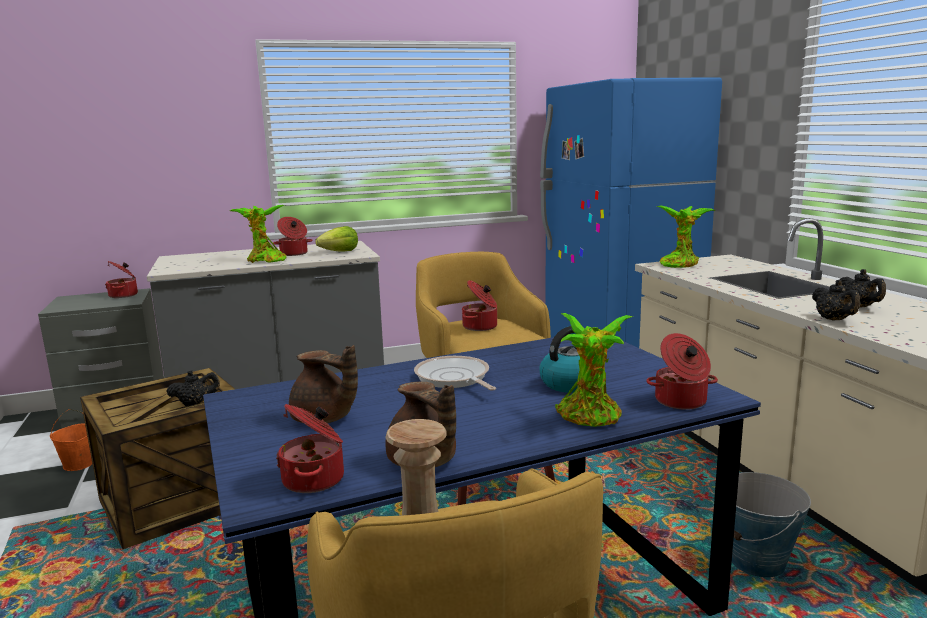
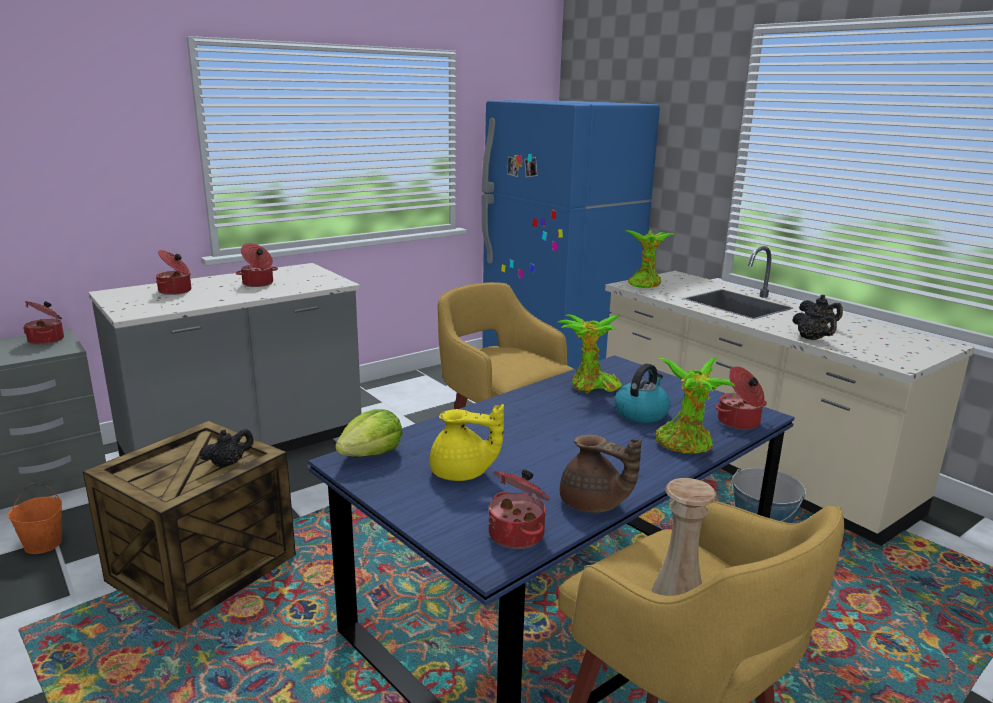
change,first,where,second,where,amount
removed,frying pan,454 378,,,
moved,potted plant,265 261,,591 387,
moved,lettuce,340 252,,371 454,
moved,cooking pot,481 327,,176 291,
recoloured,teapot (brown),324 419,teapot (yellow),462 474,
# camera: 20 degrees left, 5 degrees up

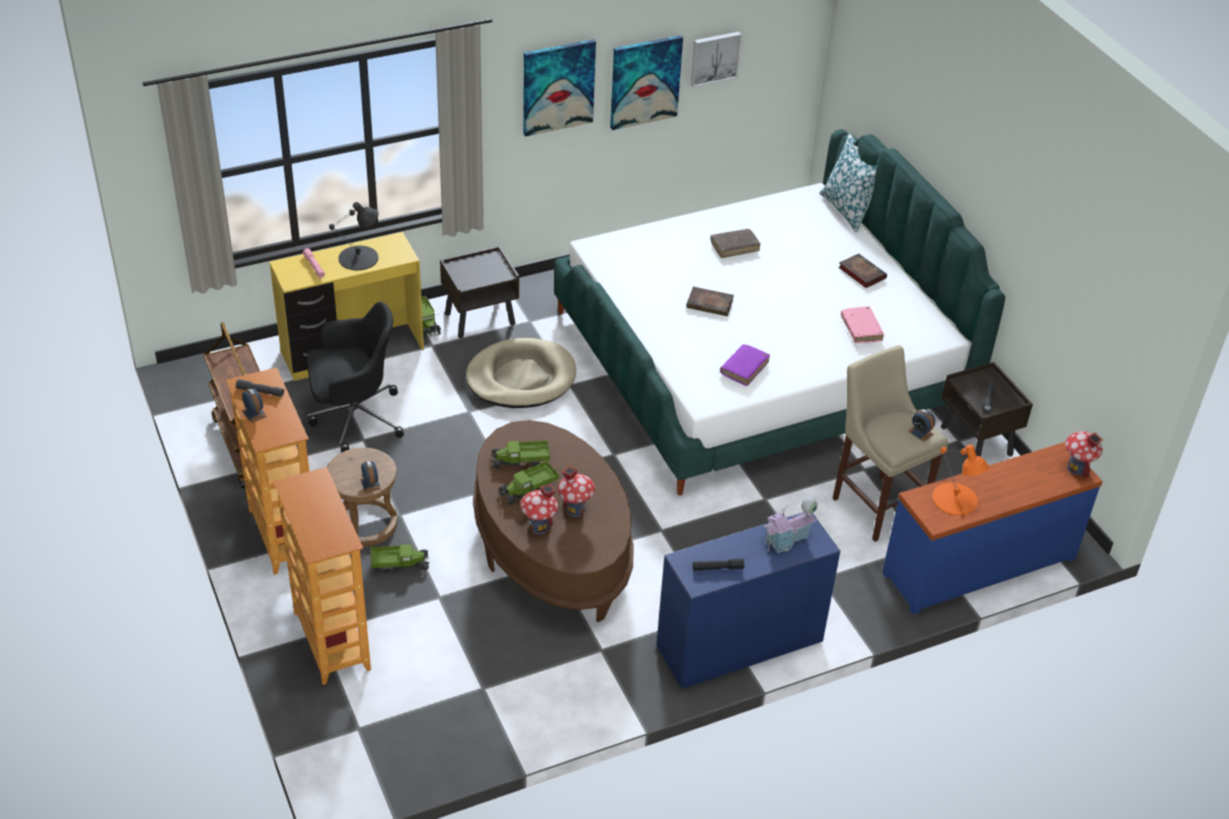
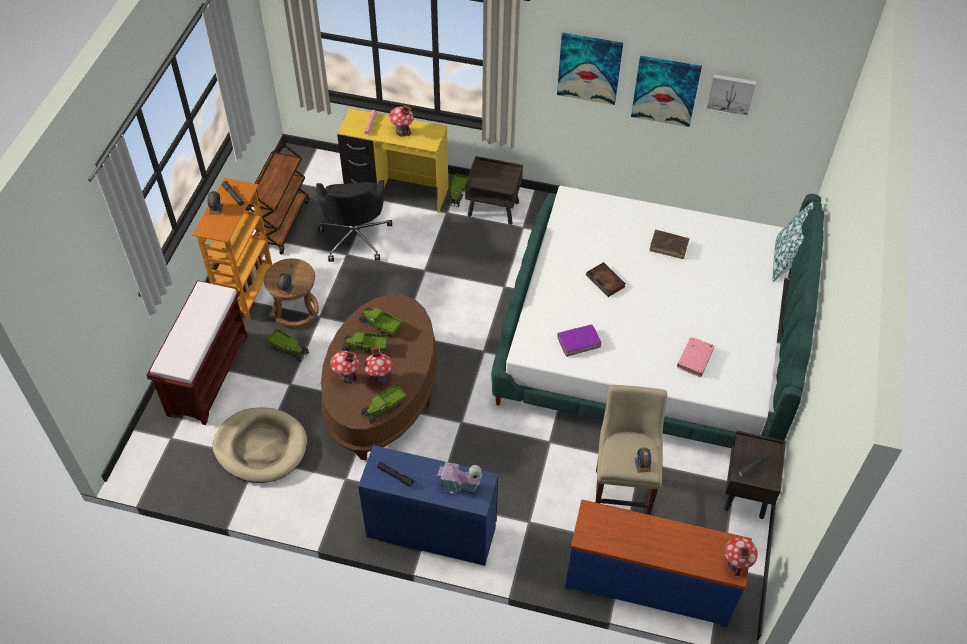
change,first,where,second,where,amount
removed,book,860 272,,,
removed,table lamp (orange),955 499,,,
added,,,toy truck,384 408,
moved,dog bed (beige),521 378,,261 447,
replaced,bookcase,330 641,bench (brown),208 374,
replaced,table lamp (black),359 258,toy house,402 132,
turned,office chair (black),354 418,,355 237,60 degrees clockwise
# camera: 40 degrees right, 10 degrees up

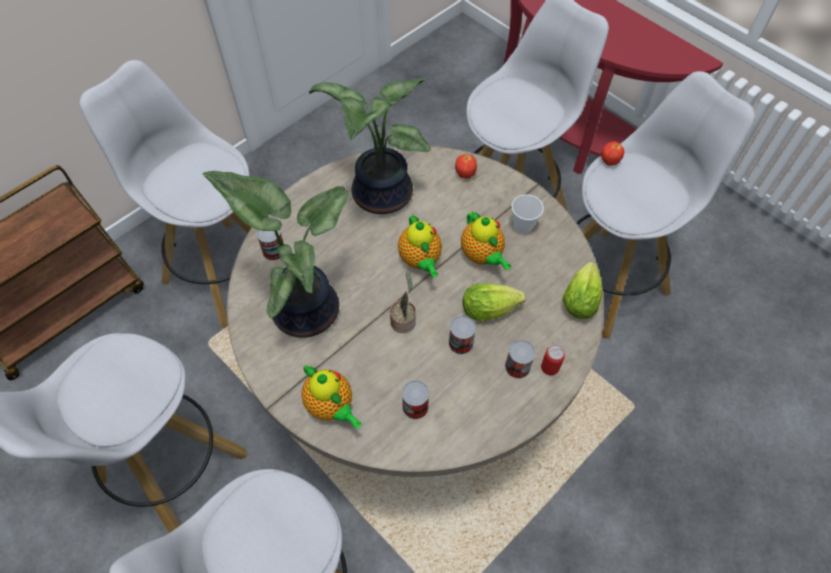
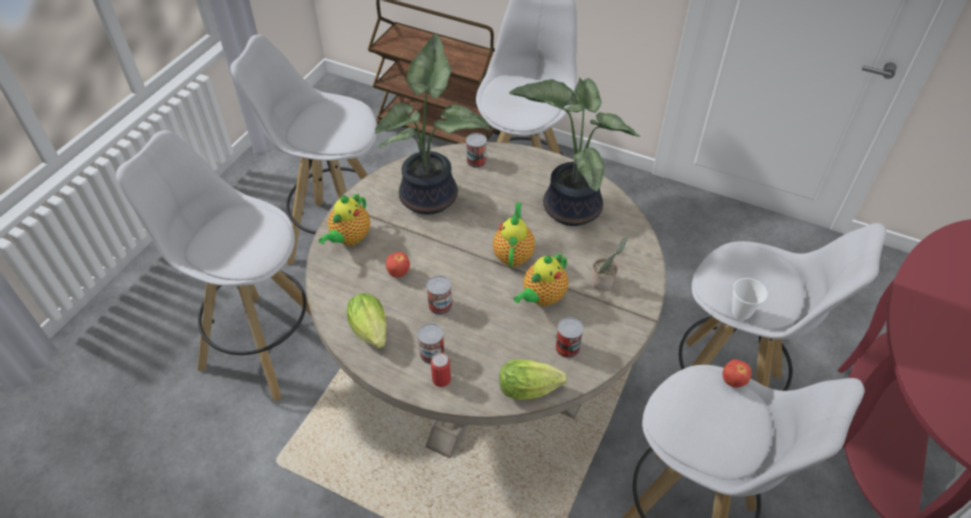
change,first,where,second,where,amount
moved,potted plant,403 320,,604 281,
moved,can,415 406,,567 347,
moved,apple,464 174,,399 273,
moved,lettuce,492 309,,372 333,
moved,cup,523 226,,741 312,
turned,teapot,420 260,,513 254,135 degrees clockwise
# camera: 70 degrees right, 10 degrees down

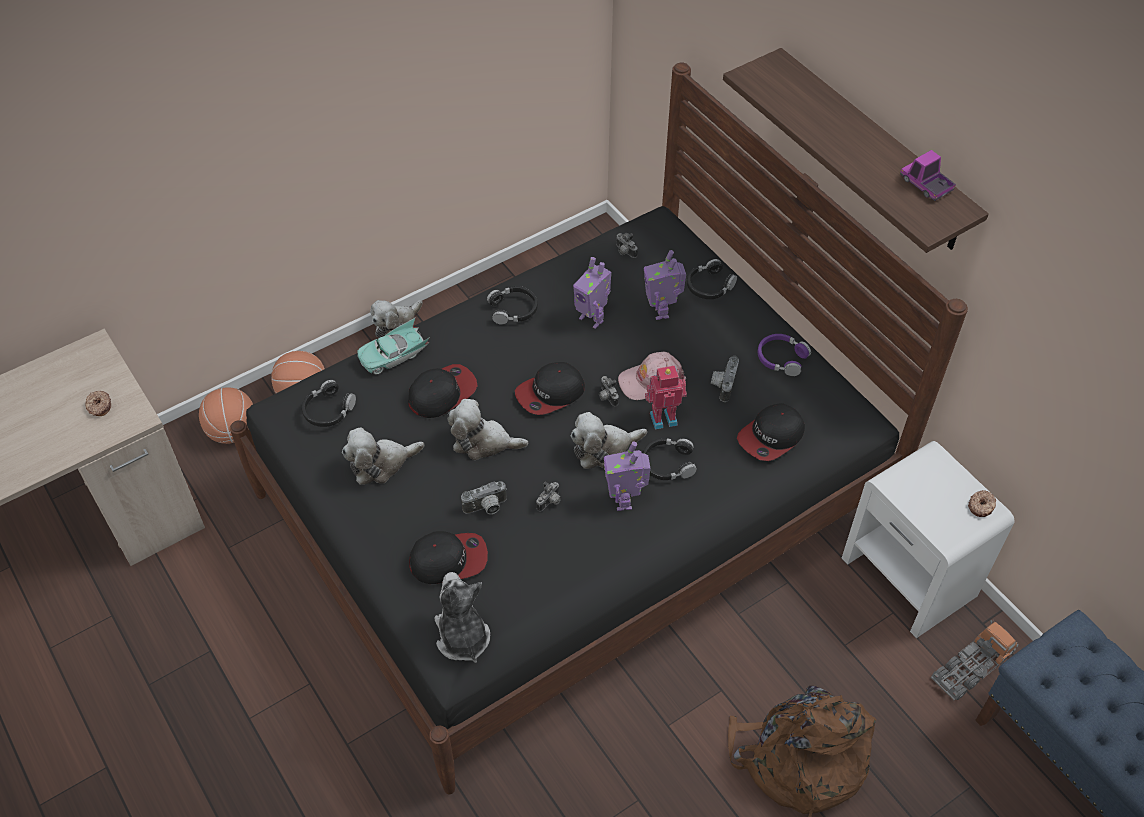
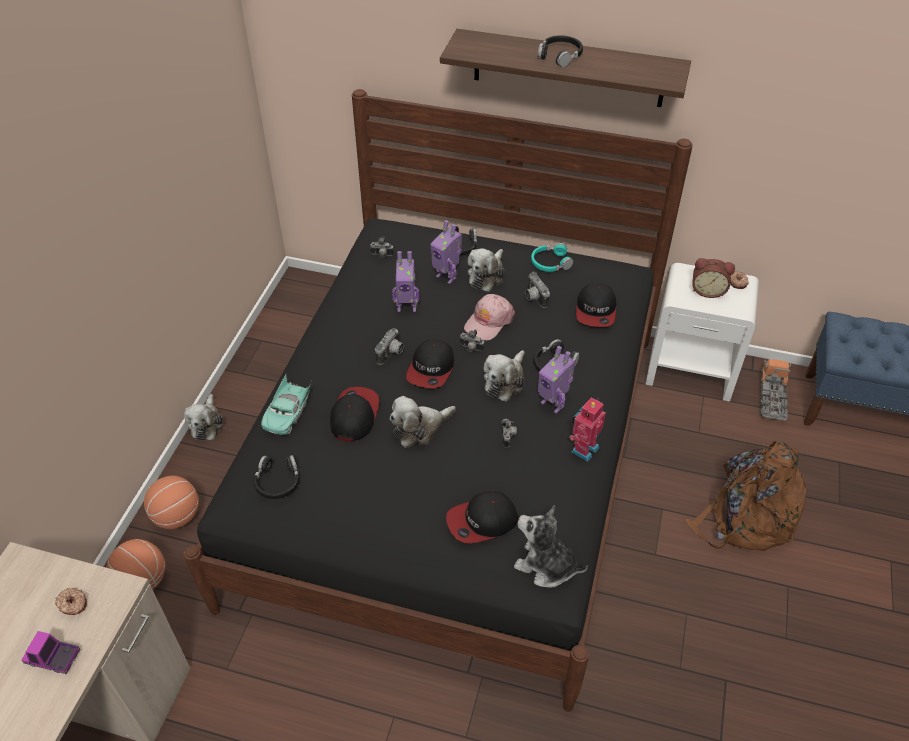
change,first,where,second,where,amount
added,,,alarm clock,708 290,
moved,plush toy,381 464,,486 275,
moved,photo camera,486 508,,392 354,
moved,headphones (black),513 309,,560 56,
moved,toy robot,663 417,,583 449,
moved,toy truck,926 185,,53 658,
recoloured,headphones (purple),781 358,headphones (turquoise),550 263,
turned,cap,449 559,,482 521,150 degrees counterclockwise
# camera: 40 degrees left, 5 degrees down

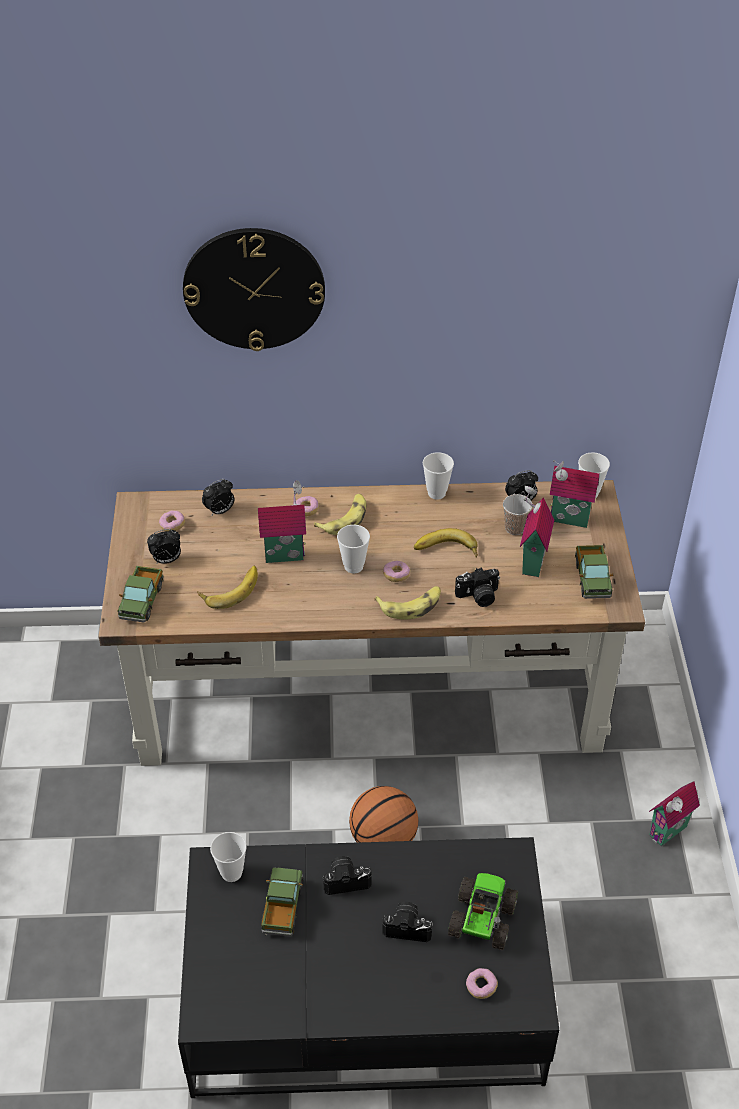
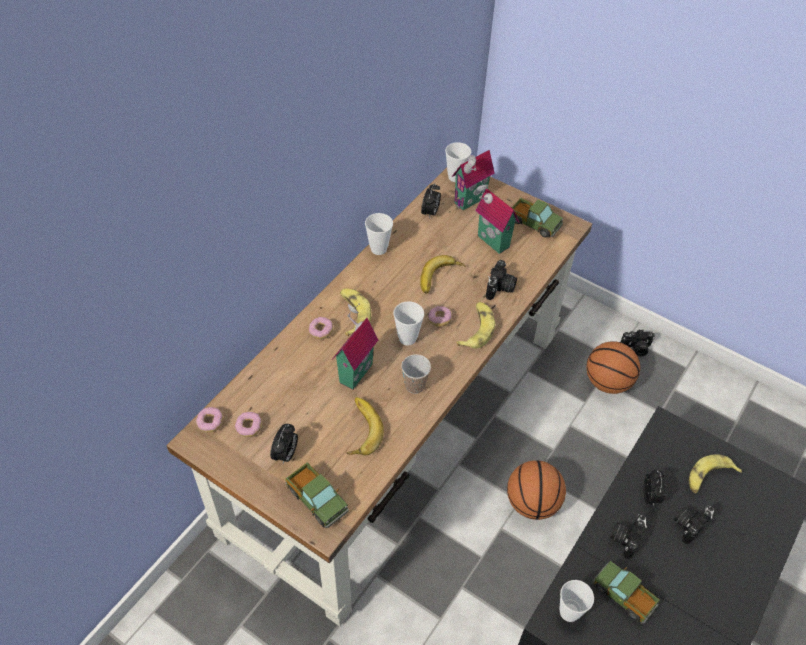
change,first,where,second,where,amount
removed,wall clock,254 288,,,
added,,,basketball,607 382,
moved,alarm clock,220 511,,650 497,
moved,donut,481 987,,210 423,
moved,cup,515 528,,415 385,
replaced,toy truck,481 920,banana,708 477,
replaced,toy house,669 833,photo camera,636 348,
# camera: 55 degrees left, 5 degrees up

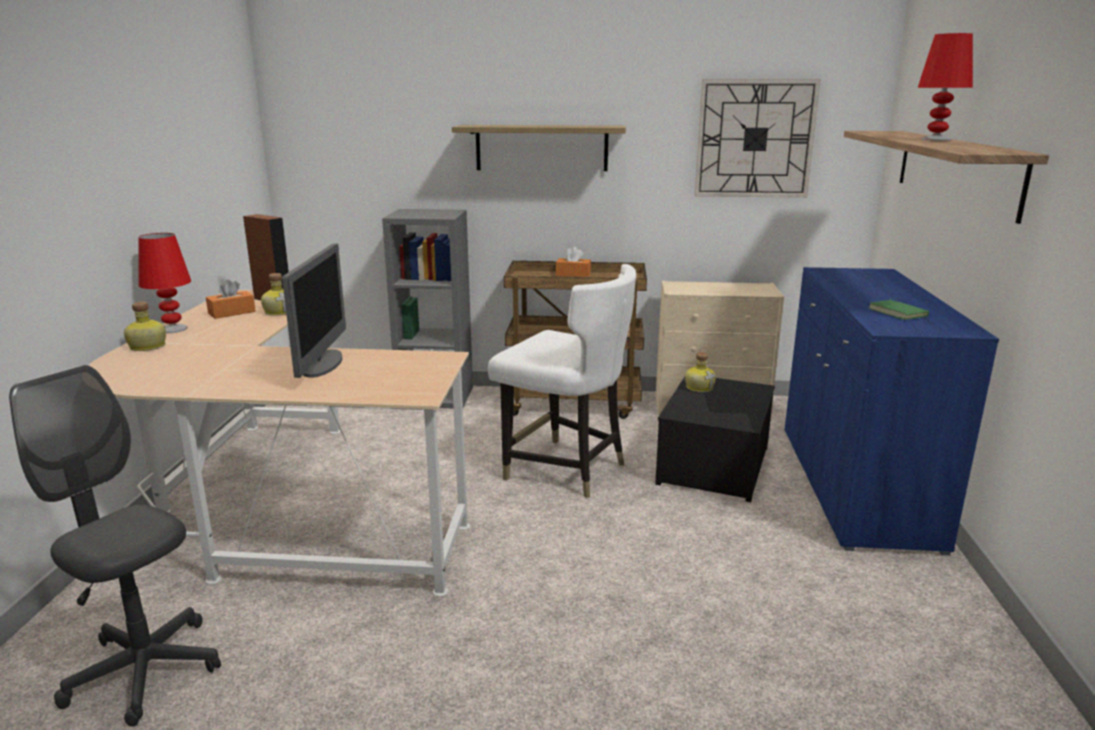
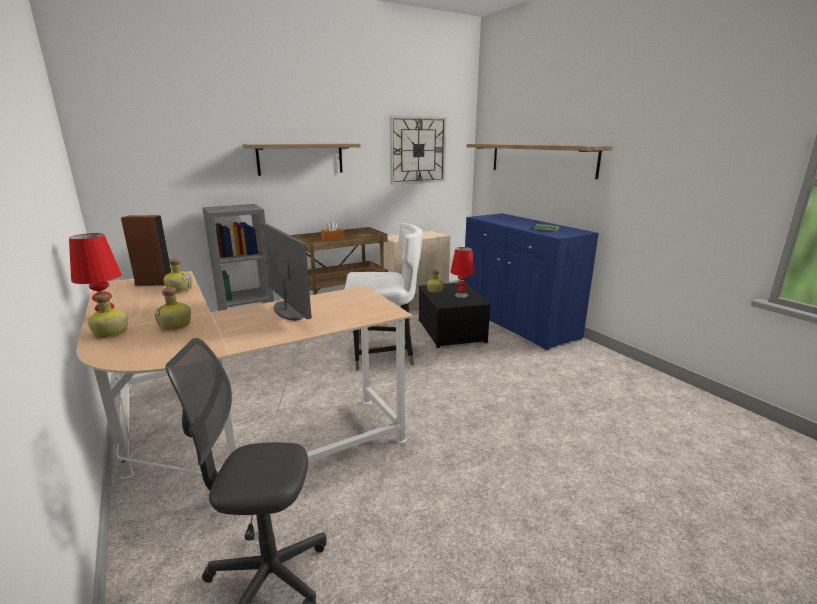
change,first,where,second,where,amount
removed,tissue box (orange),232 313,,,
added,,,bottle,176 325,
moved,table lamp (red),935 139,,461 295,
# camera: 35 degrees left, 0 degrees up

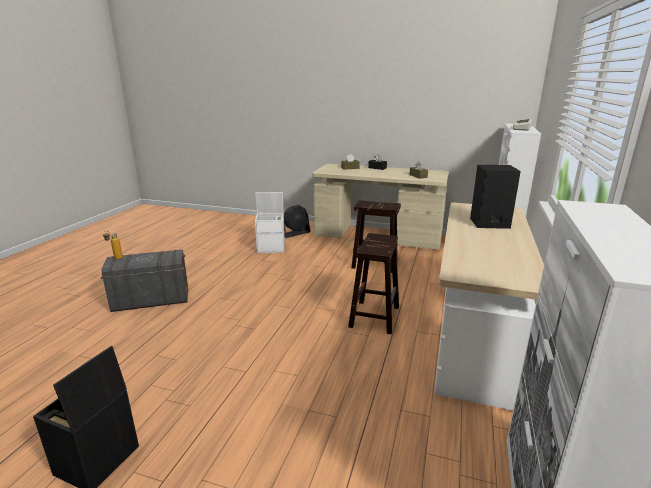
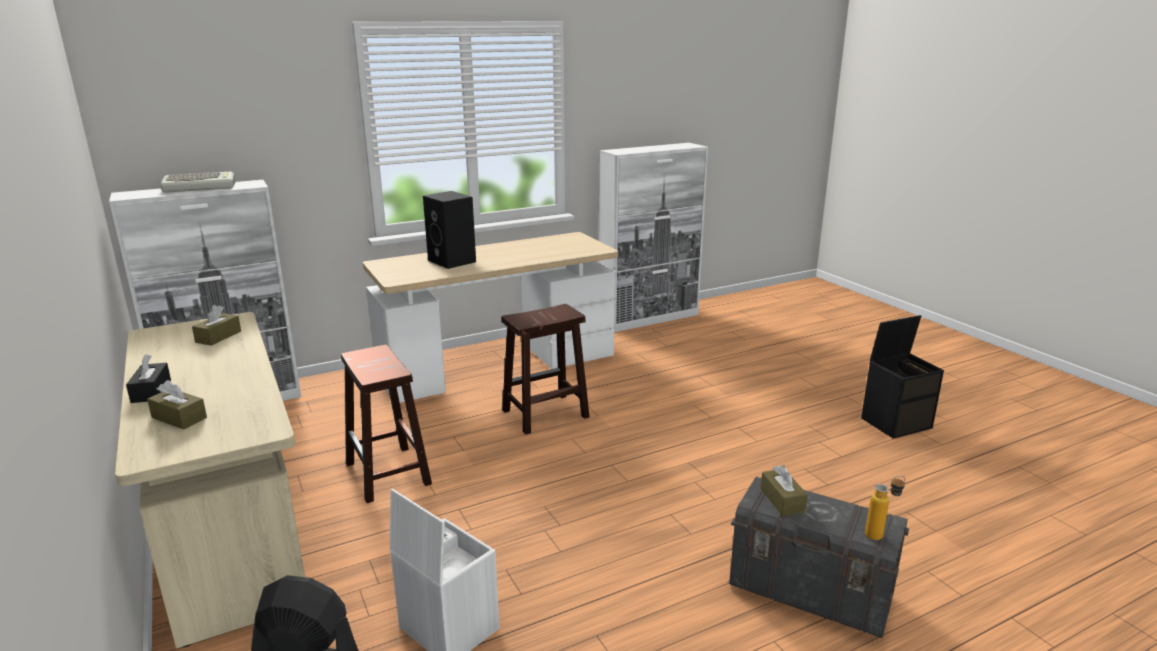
change,first,where,second,where,amount
added,,,tissue box (brown),782 500,
# camera: 135 degrees left, 0 degrees up

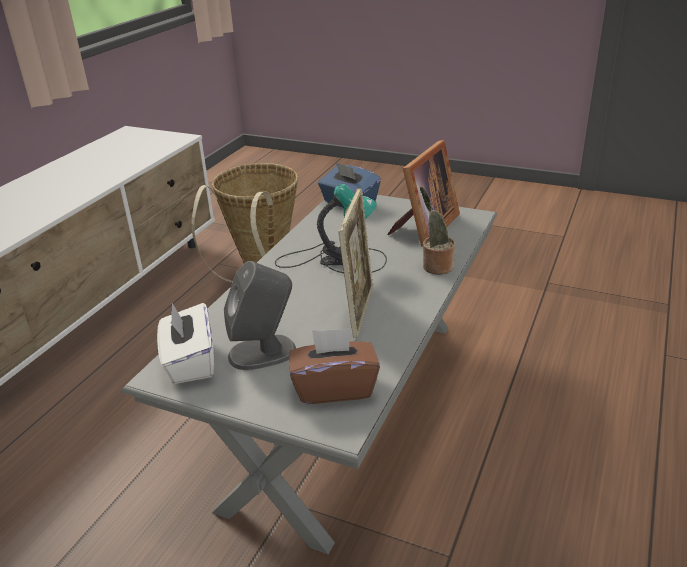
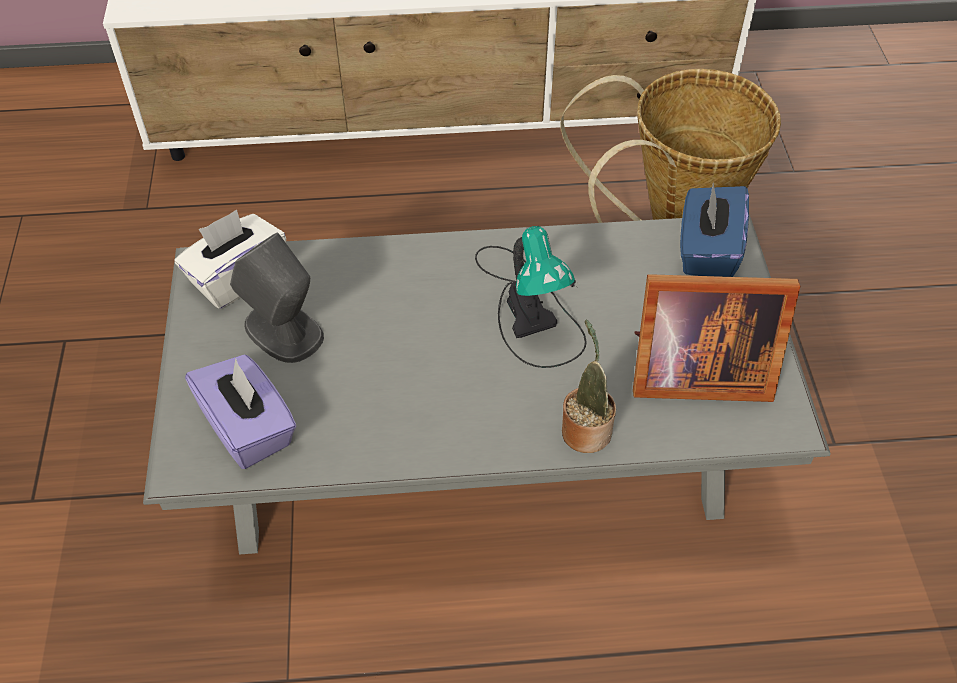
change,first,where,second,where,amount
removed,picture frame,359 310,,,
recoloured,tissue box (brown),334 388,tissue box (purple),249 428,
# camera: 60 degrees right, 20 degrees up

